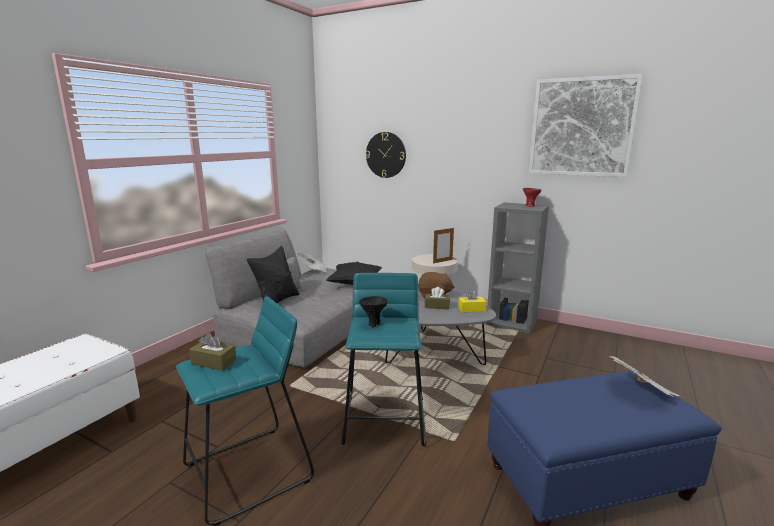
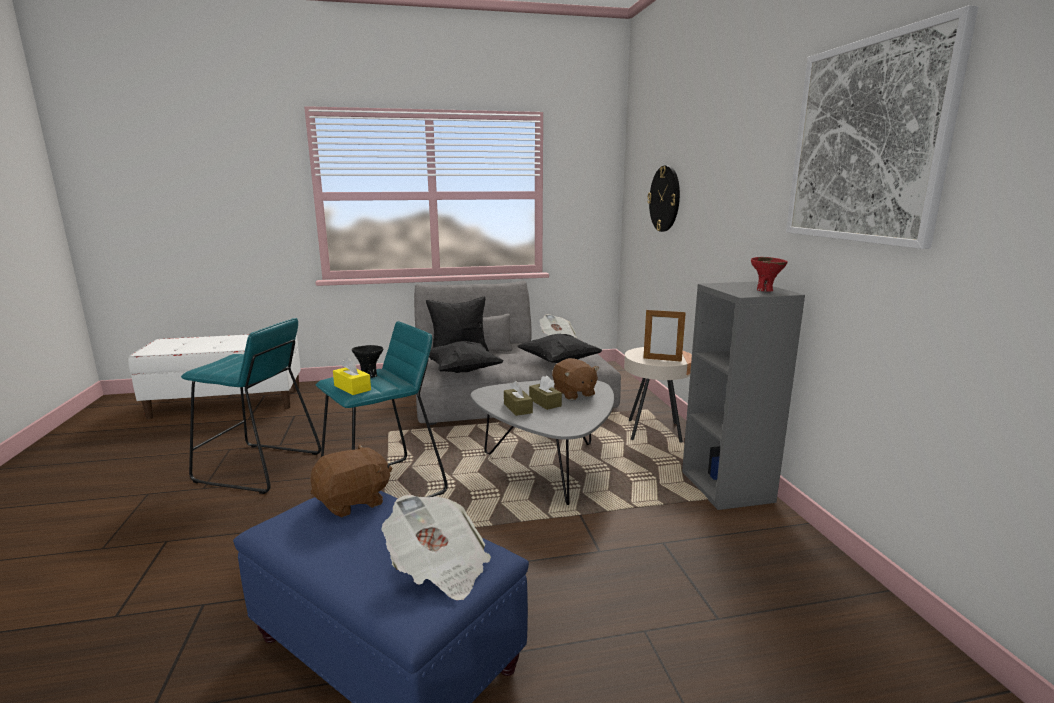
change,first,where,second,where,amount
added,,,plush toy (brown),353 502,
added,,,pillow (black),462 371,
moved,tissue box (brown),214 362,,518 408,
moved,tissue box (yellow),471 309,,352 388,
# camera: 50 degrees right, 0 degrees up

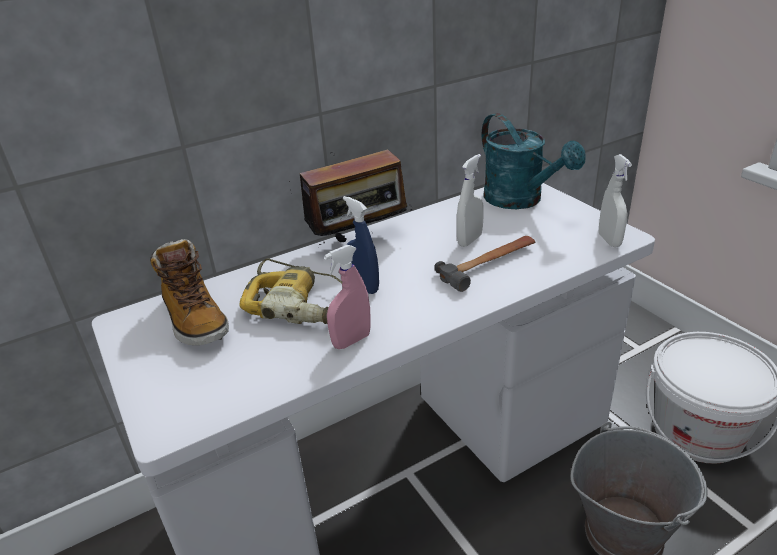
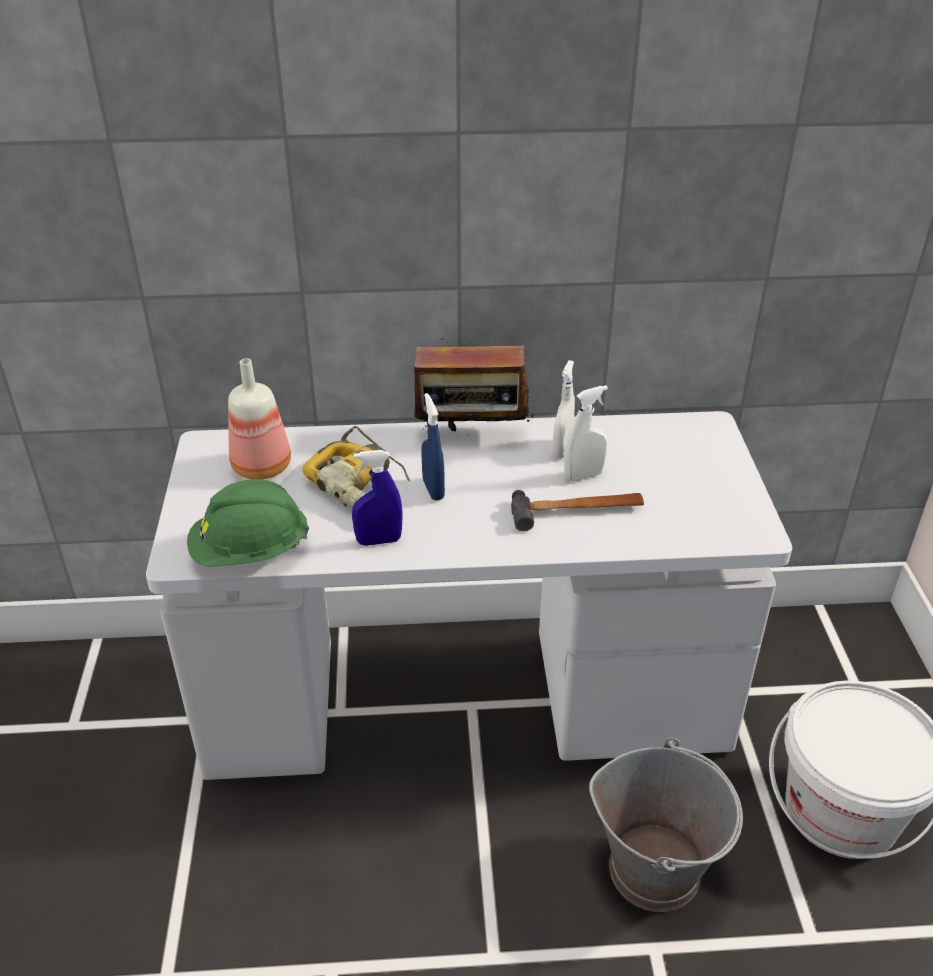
change,first,where,second,where,amount
removed,watering can (turquoise),520 200,,,
added,,,hard hat (green),250 552,
moved,spray bottle (white),609 240,,562 449,
replaced,boot,195 319,bottle,263 466,
recoloured,spray bottle (pink),351 341,spray bottle (blue),379 541,
# camera: 25 degrees right, 5 degrees up

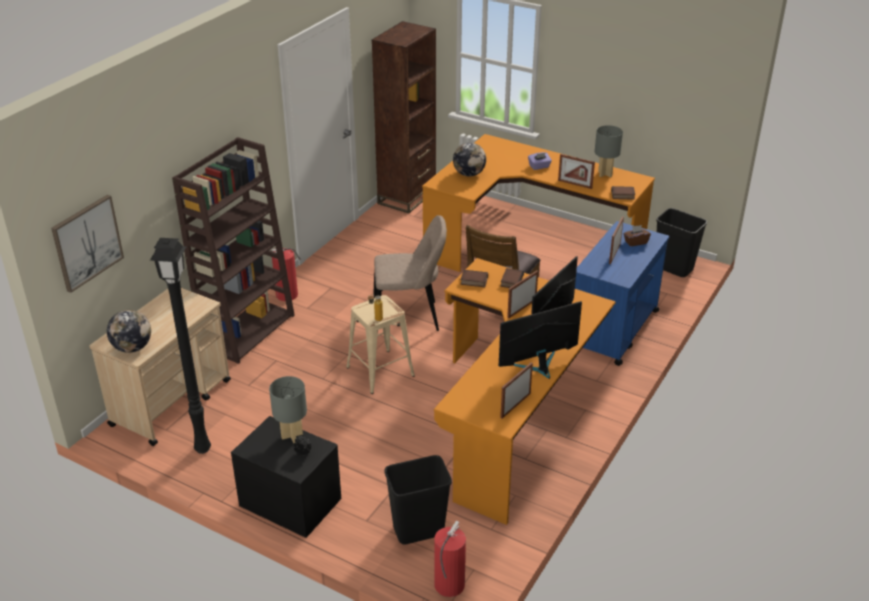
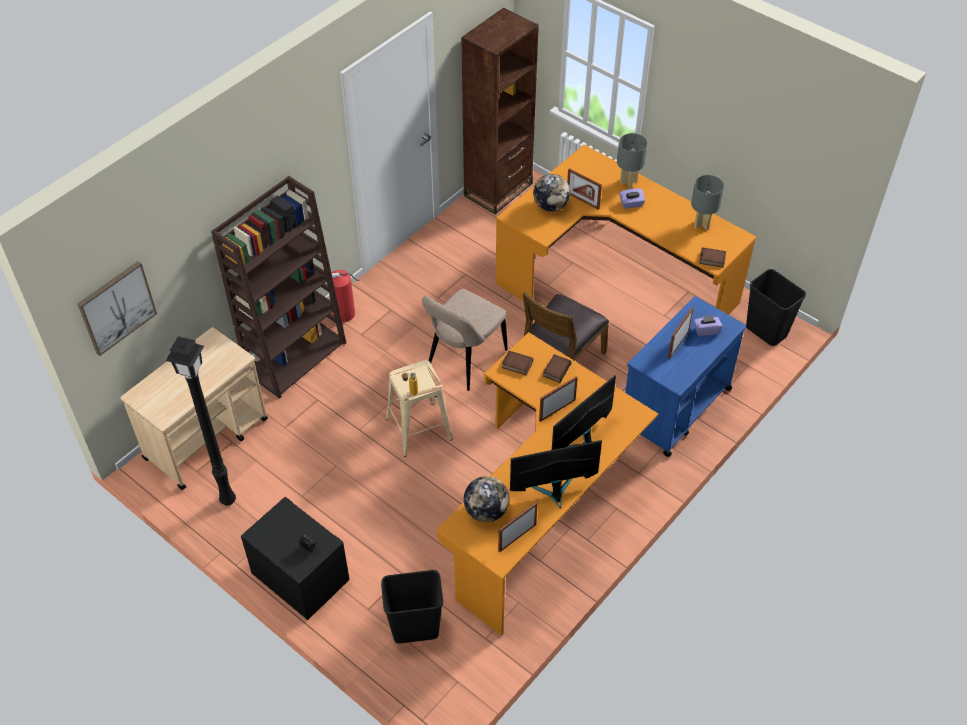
change,first,where,second,where,amount
removed,fire extinguisher,448 585,,,
moved,globe,132 348,,486 511,
moved,table lamp (grey),291 436,,628 182,
moved,picture frame,575 184,,582 200,
recoloured,tissue box (brown),635 242,tissue box (purple),706 330,
turned,chair (beige),409 317,,464 361,120 degrees clockwise
# camera: 10 degrees right, 15 degrees up

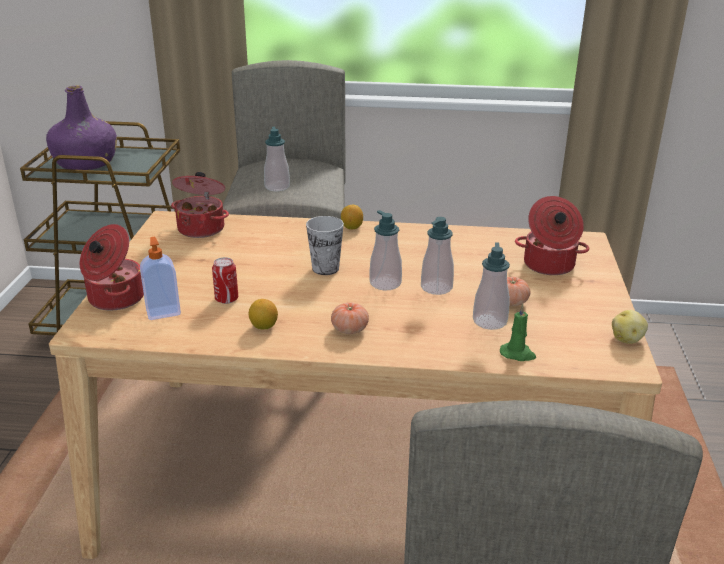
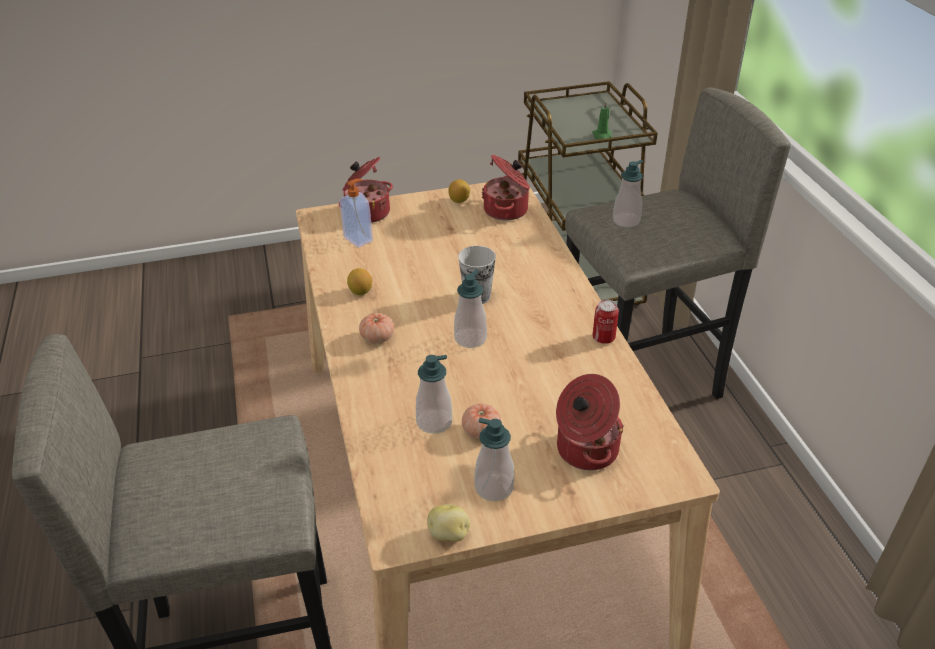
change,first,where,second,where,amount
removed,bottle (purple),86 163,,,
moved,can,226 299,,603 338,
moved,lemon,351 227,,459 200,
moved,soap dispenser,436 287,,494 487,
moved,candle (green),518 354,,602 136,
# camera: 70 degrees right, 10 degrees up

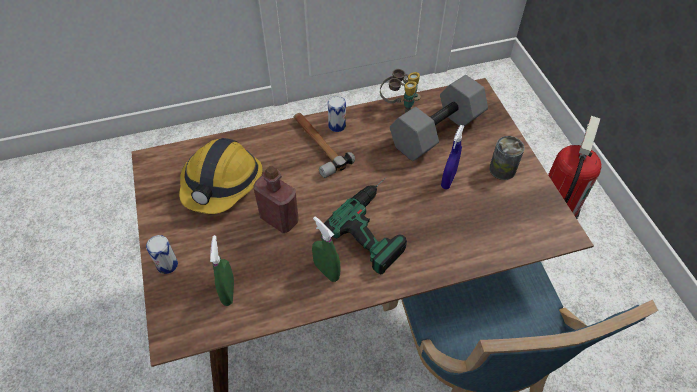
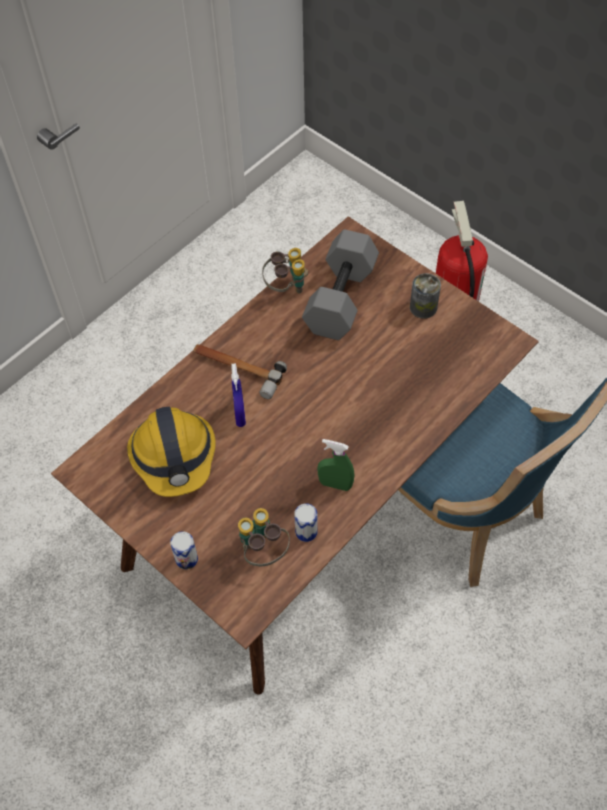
change,first,where,second,where,amount
removed,bottle (red),279 219,,,
removed,power drill,379 224,,,
moved,can,337 126,,306 531,
moved,spray bottle (blue),448 180,,240 415,
replaced,spray bottle (green),228 292,binoculars,263 550,
# camera: 30 degrees left, 5 degrees up

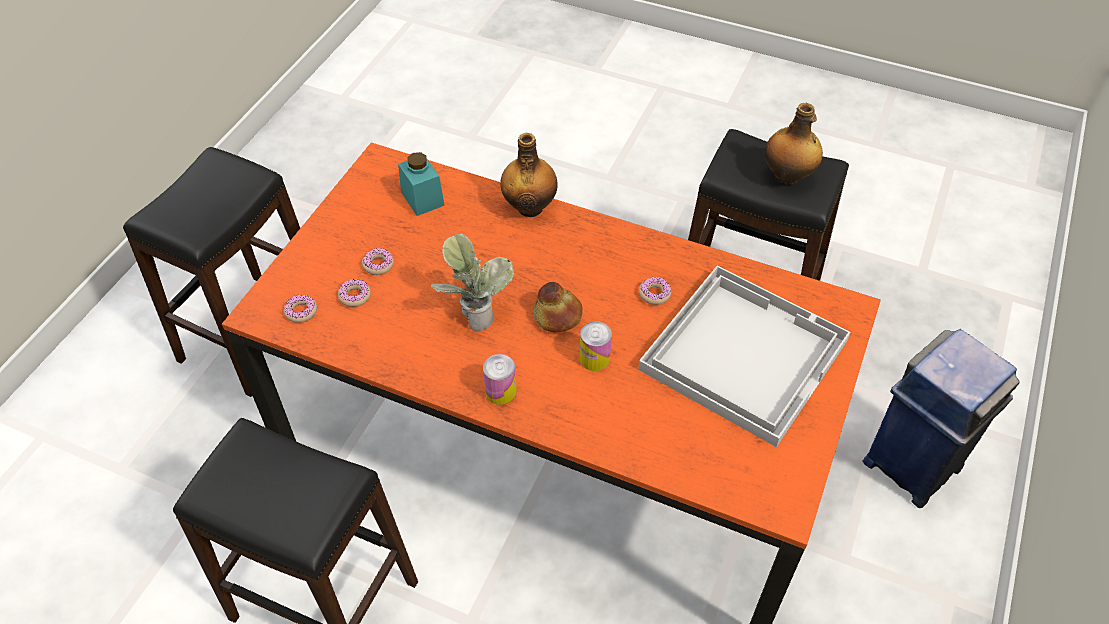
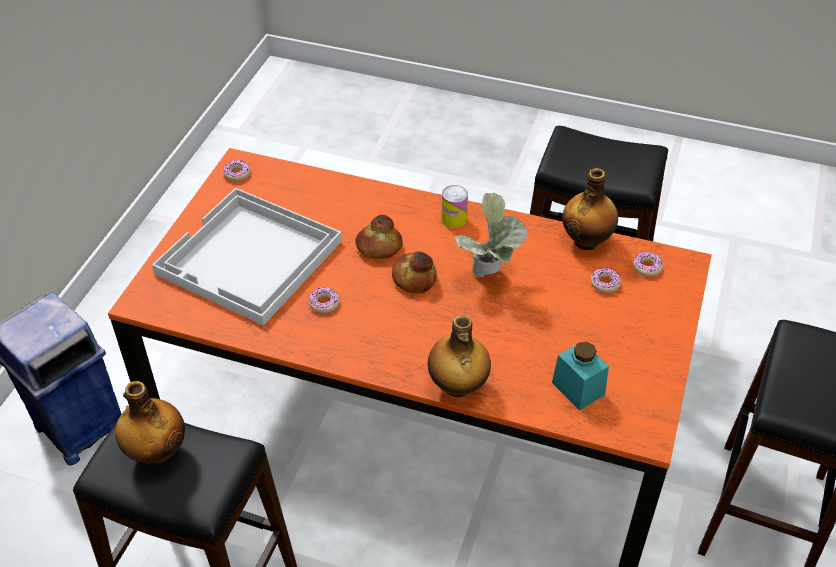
change,first,where,second,where,amount
added,,,bottle,587 241,
moved,donut,378 265,,237 174,
replaced,can,594 358,bread,378 247,
# camera: 175 degrees right, 5 degrees down

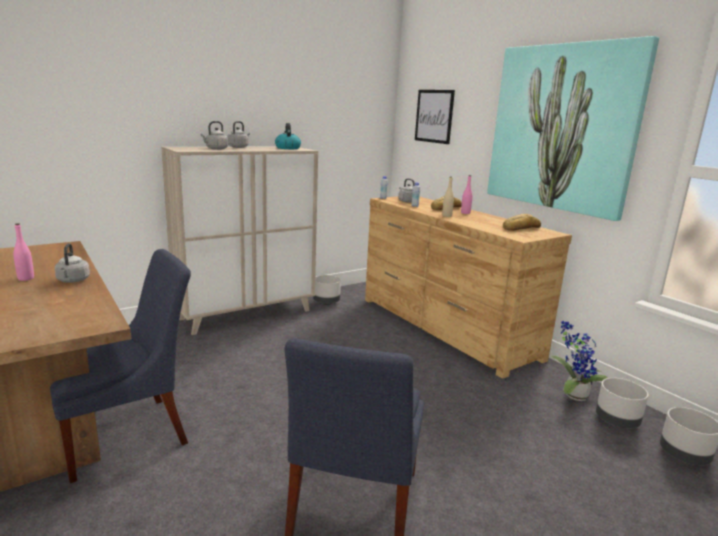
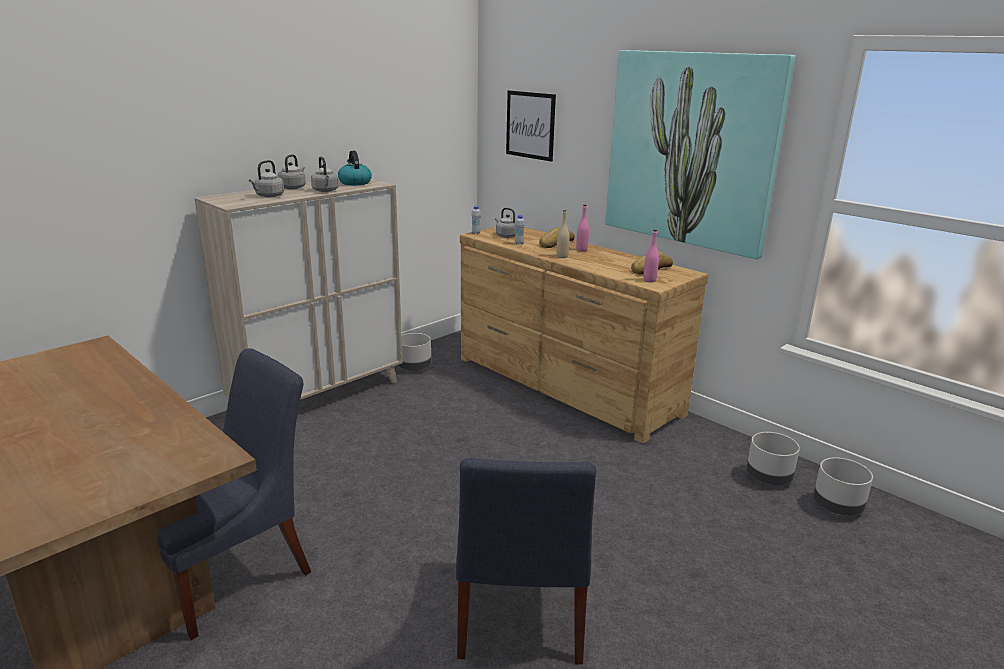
change,first,where,second,where,amount
removed,potted plant,572 395,,,
moved,bottle (pink),26 278,,649 280,
moved,kettle (grey),73 281,,326 191,
# camera: 10 degrees left, 5 degrees up

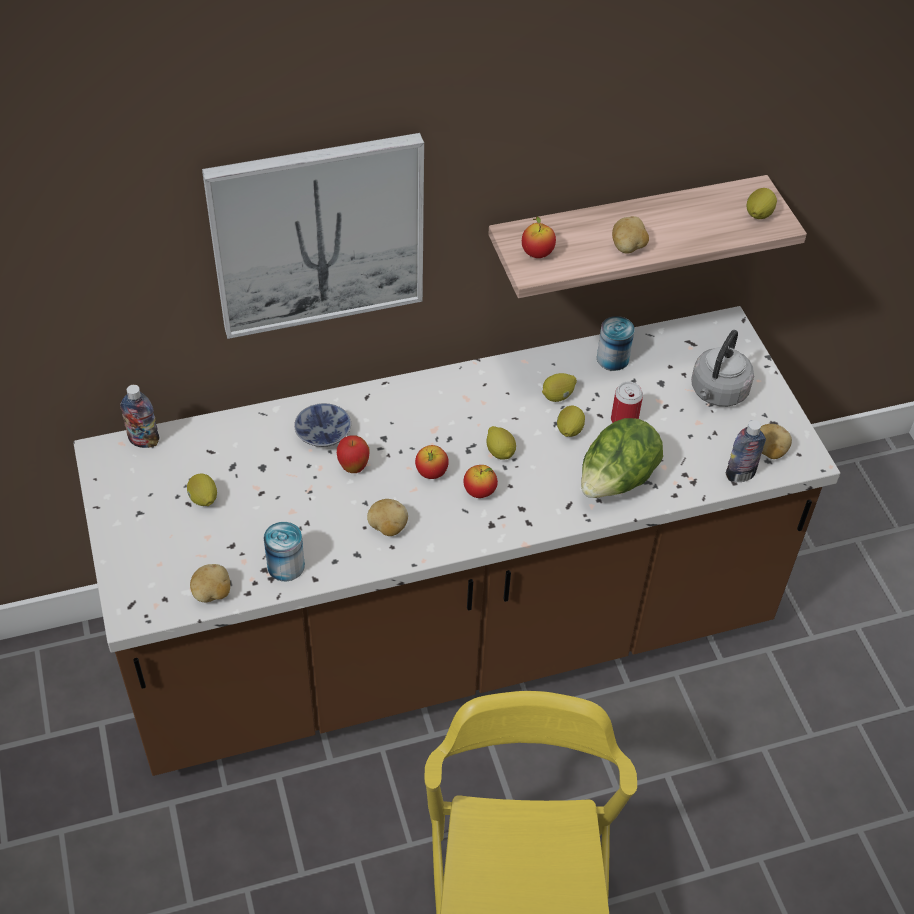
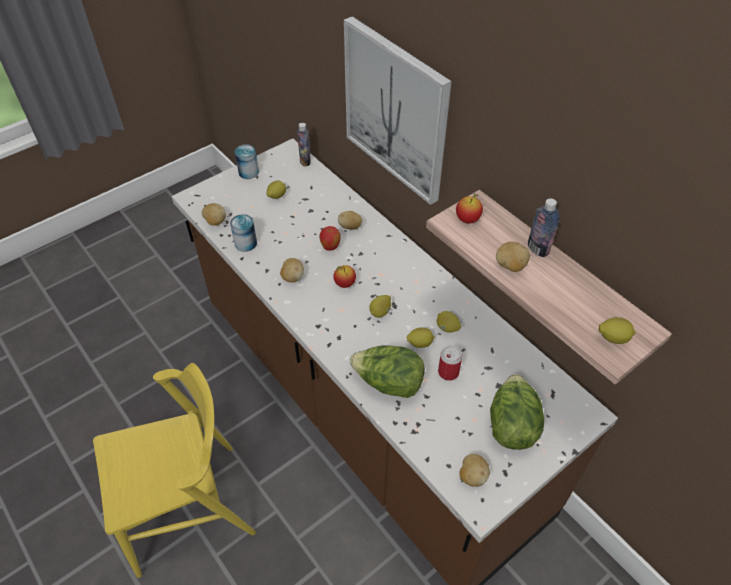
change,first,where,second,where,amount
removed,apple,479 492,,,
moved,can,612 358,,248 172,
moved,bottle,740 475,,538 249,
replaced,bowl,325 433,potato,350 227,
replaced,kettle (grey),717 393,lettuce,511 425,
# camera: 70 degrees right, 0 degrees up

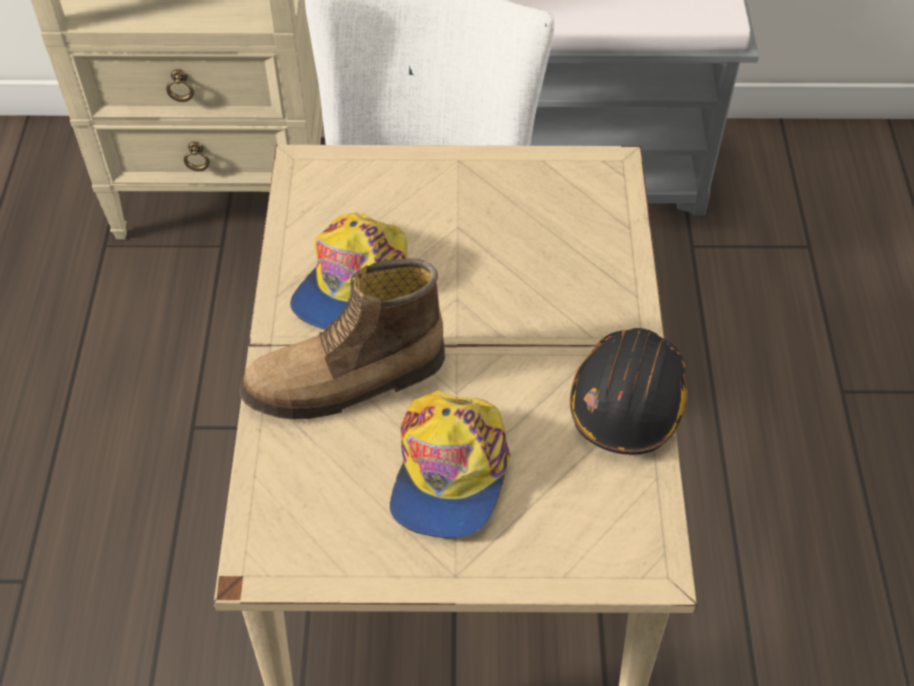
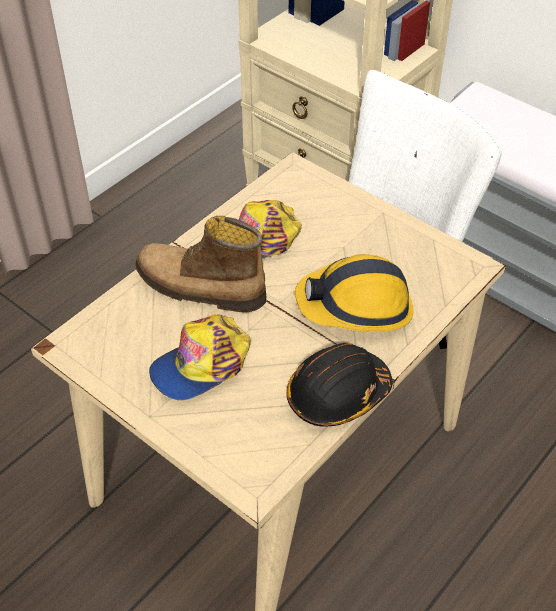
change,first,where,second,where,amount
added,,,hard hat,356 306,
# camera: 40 degrees right, 5 degrees down

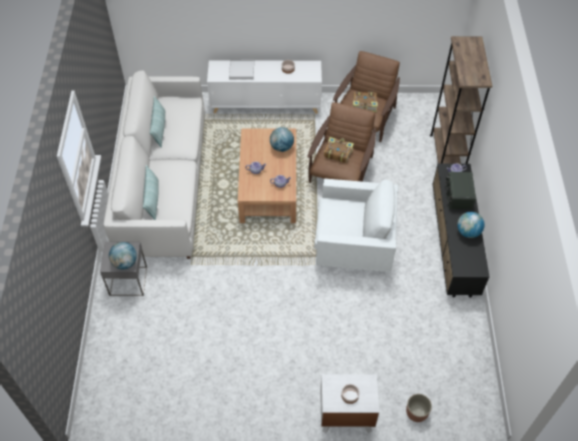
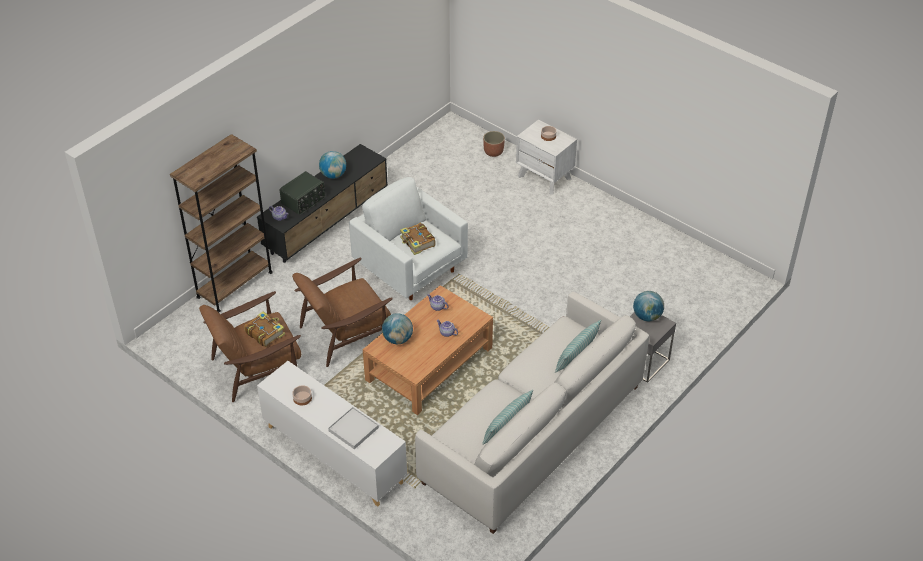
change,first,where,second,where,amount
moved,book,338 152,,417 243,
# camera: 140 degrees left, 10 degrees down

